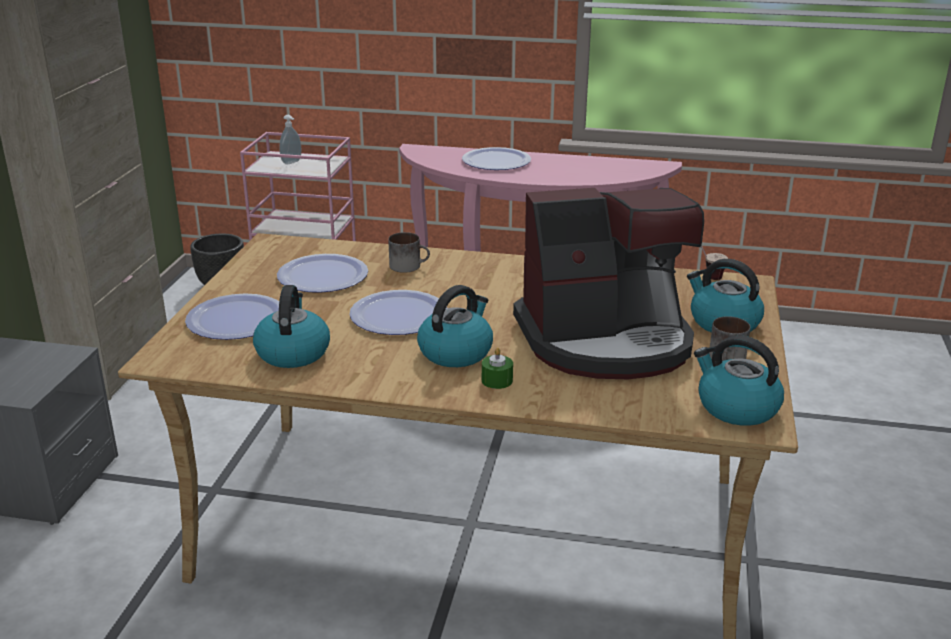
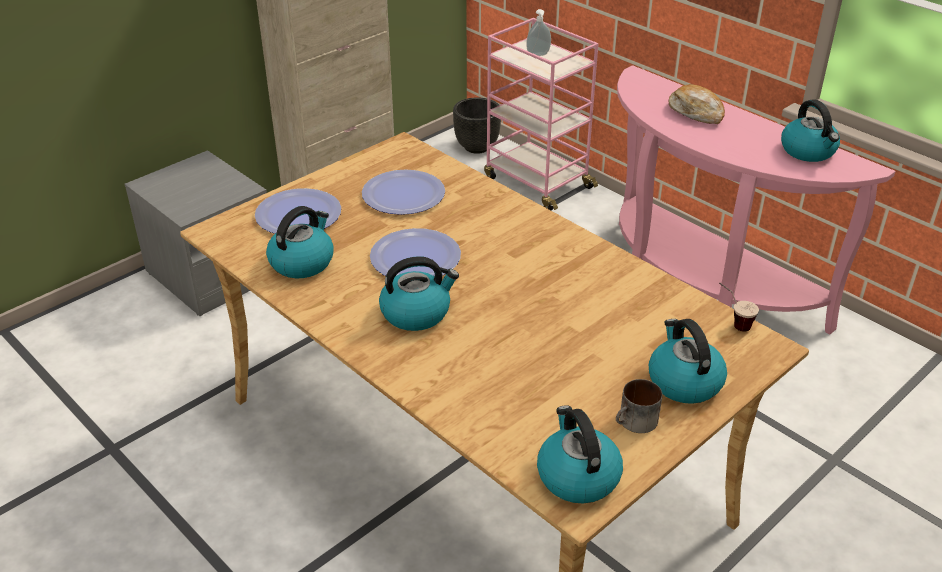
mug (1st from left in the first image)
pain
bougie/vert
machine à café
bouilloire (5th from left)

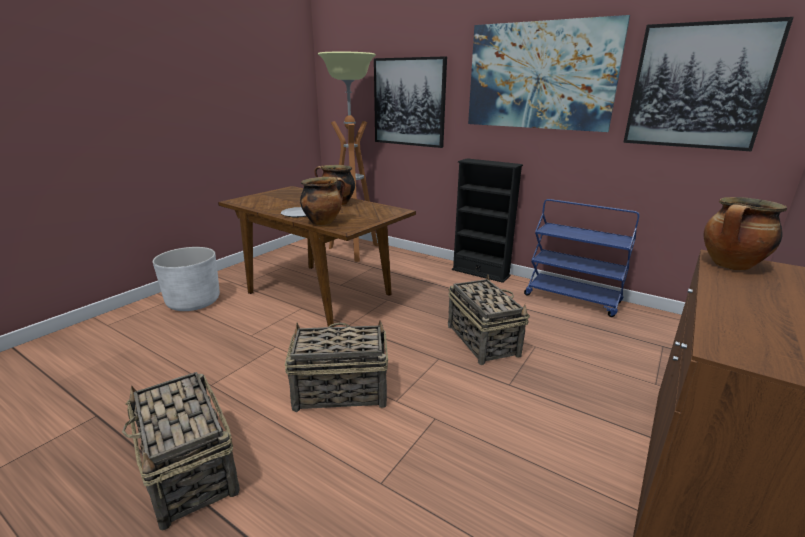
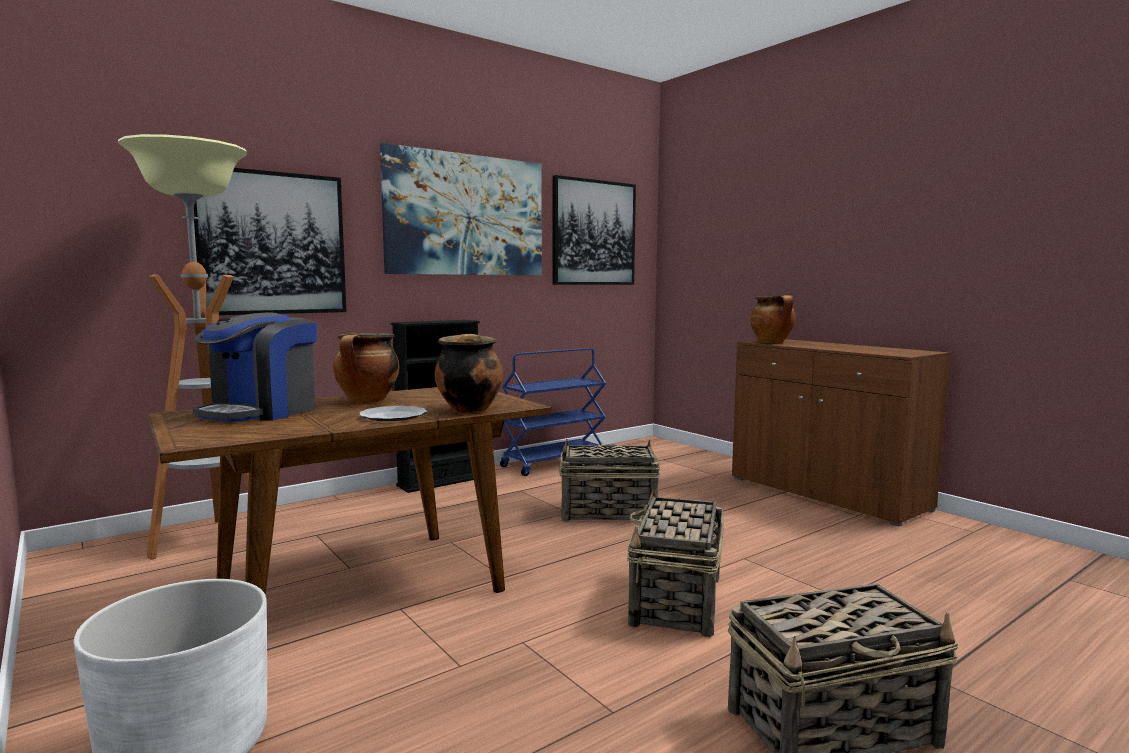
machine à café

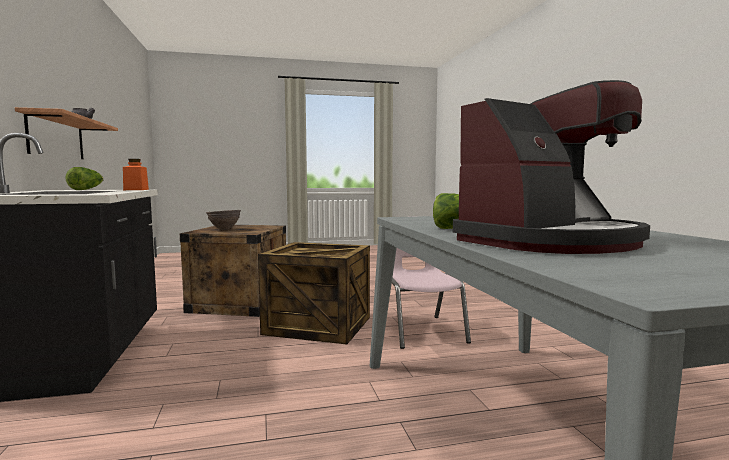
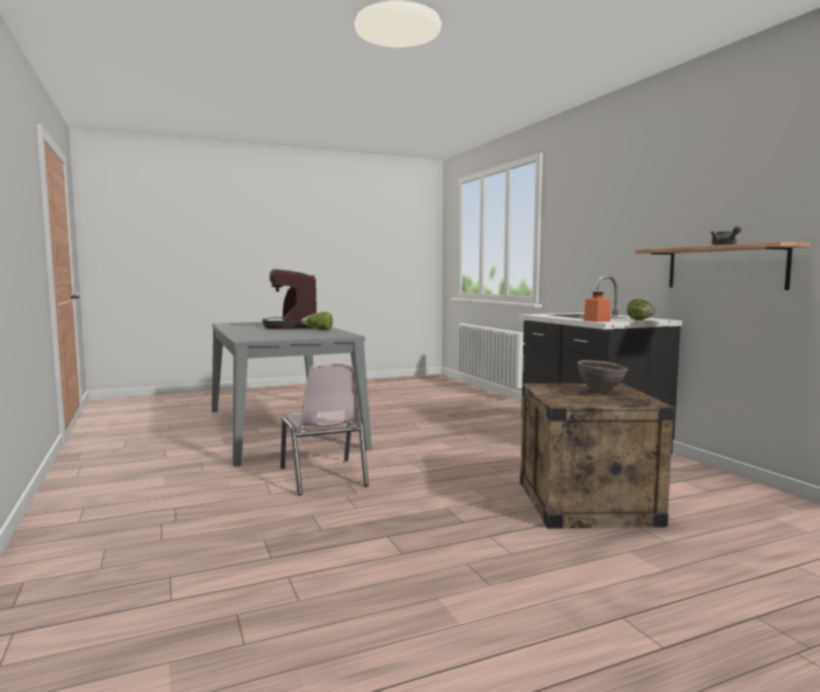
caisse (2nd from left in the first image)
machine à café

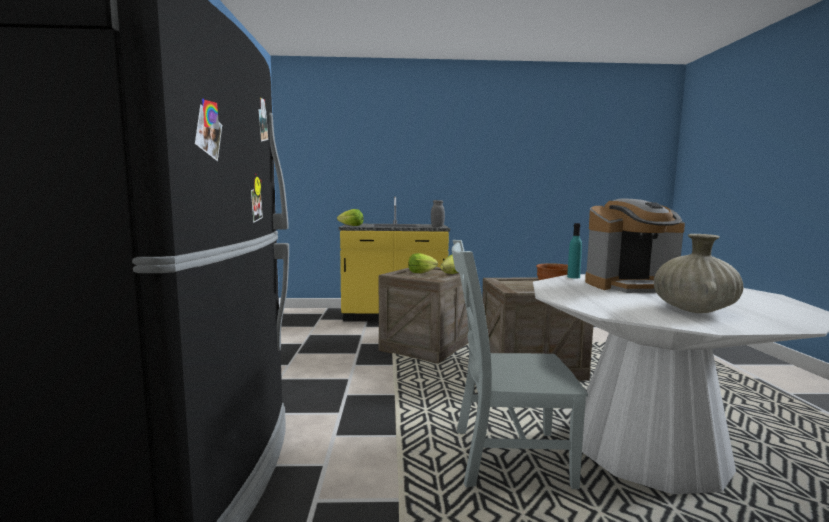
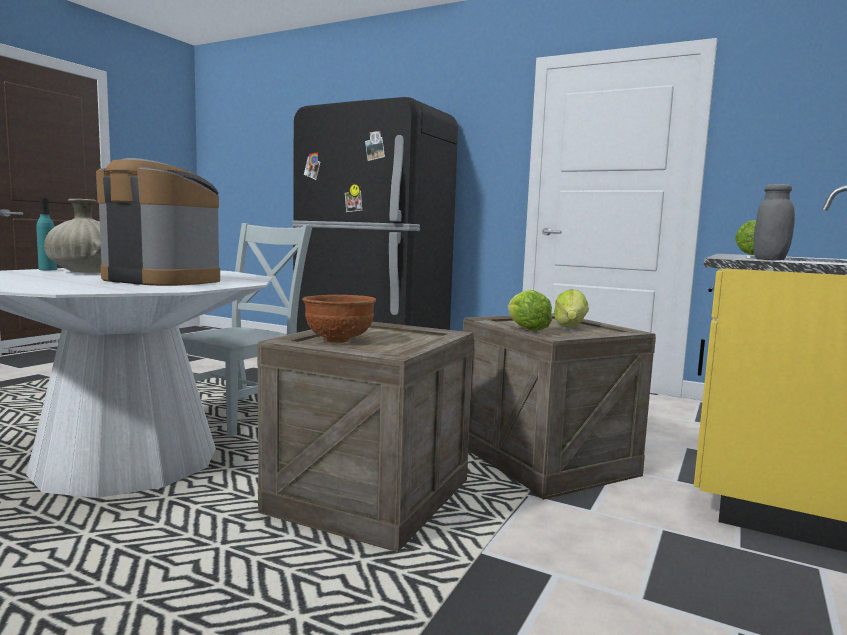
bouteille/turquoise
machine à café

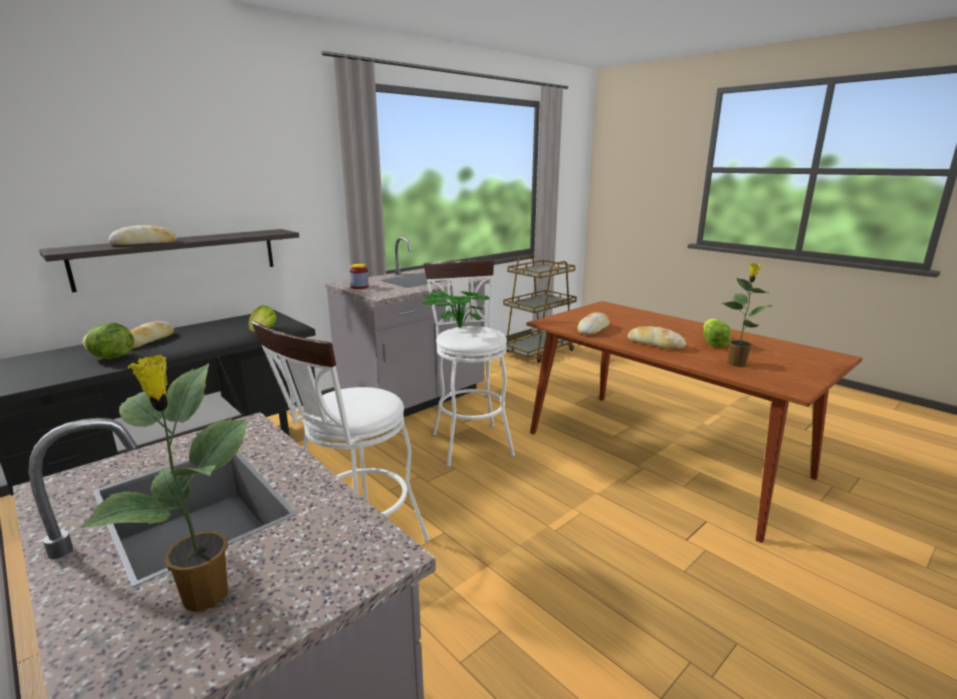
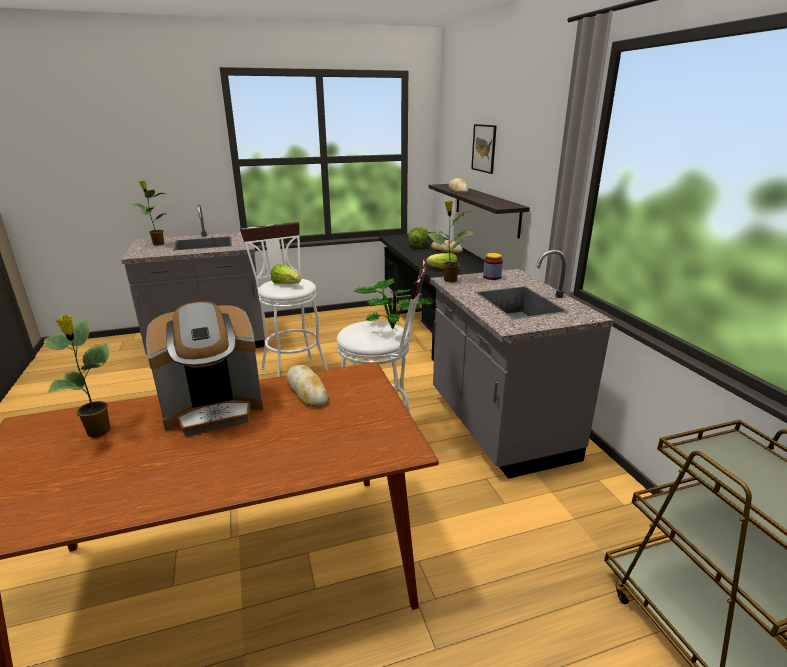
machine à café
laitue (1st from left)
plante en pot (4th from left)
tableau

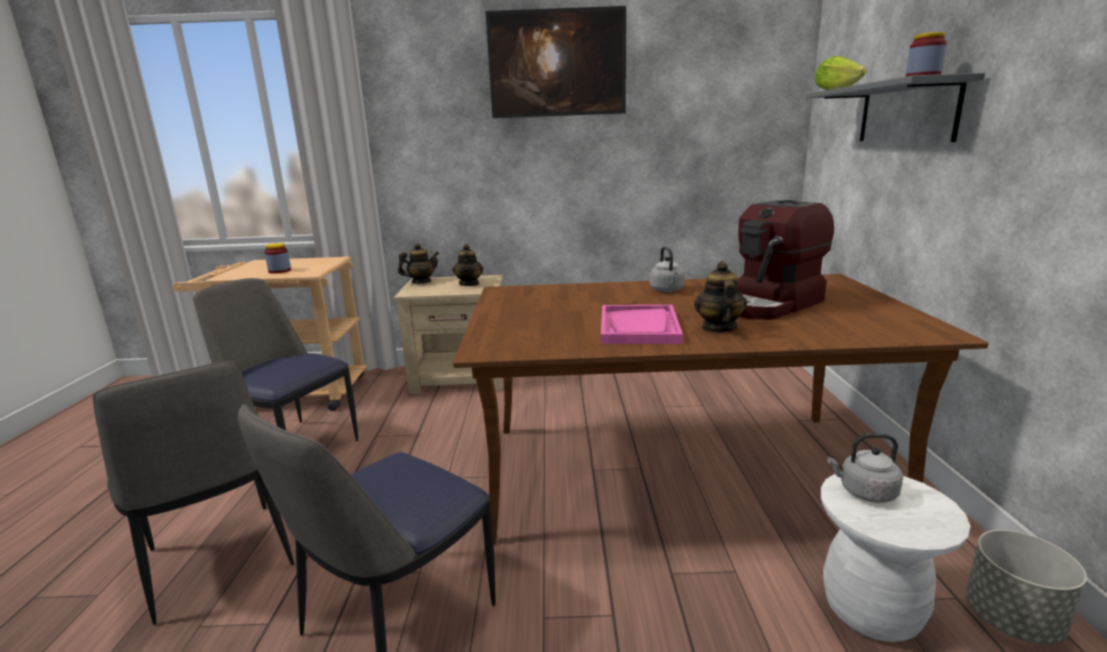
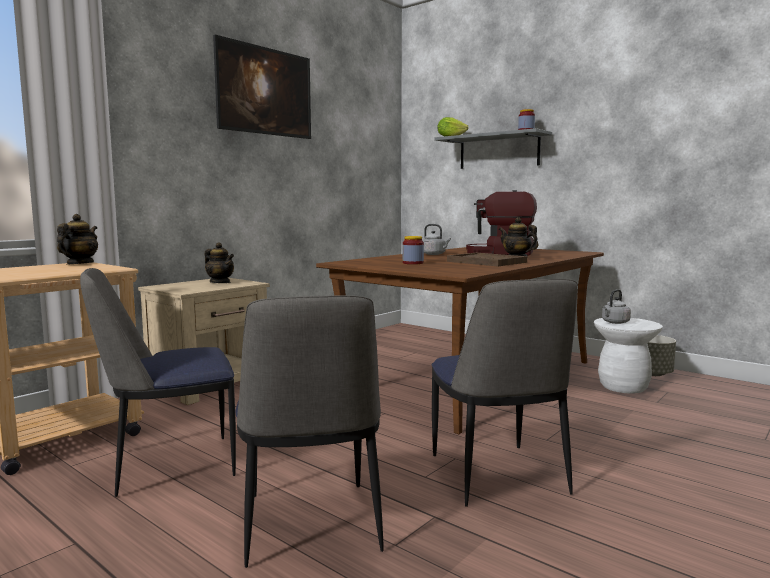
chaise (2nd from left)
bocal (1st from left)
théière (1st from left)
plateau/marron
machine à café

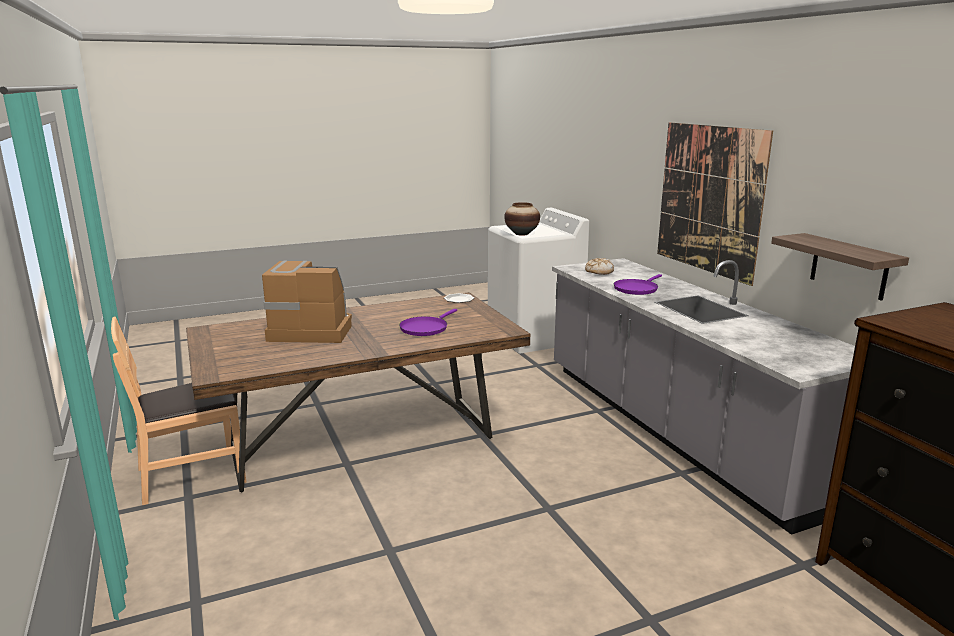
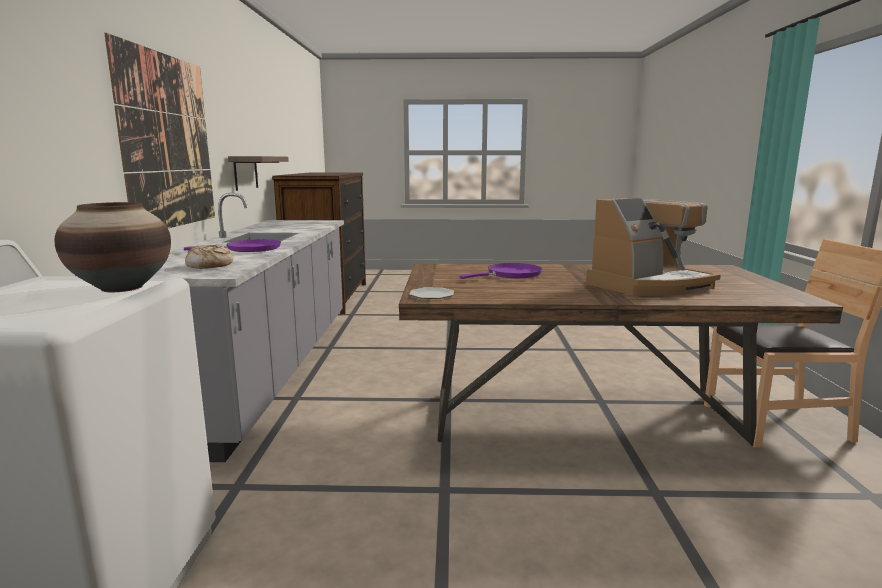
machine à café

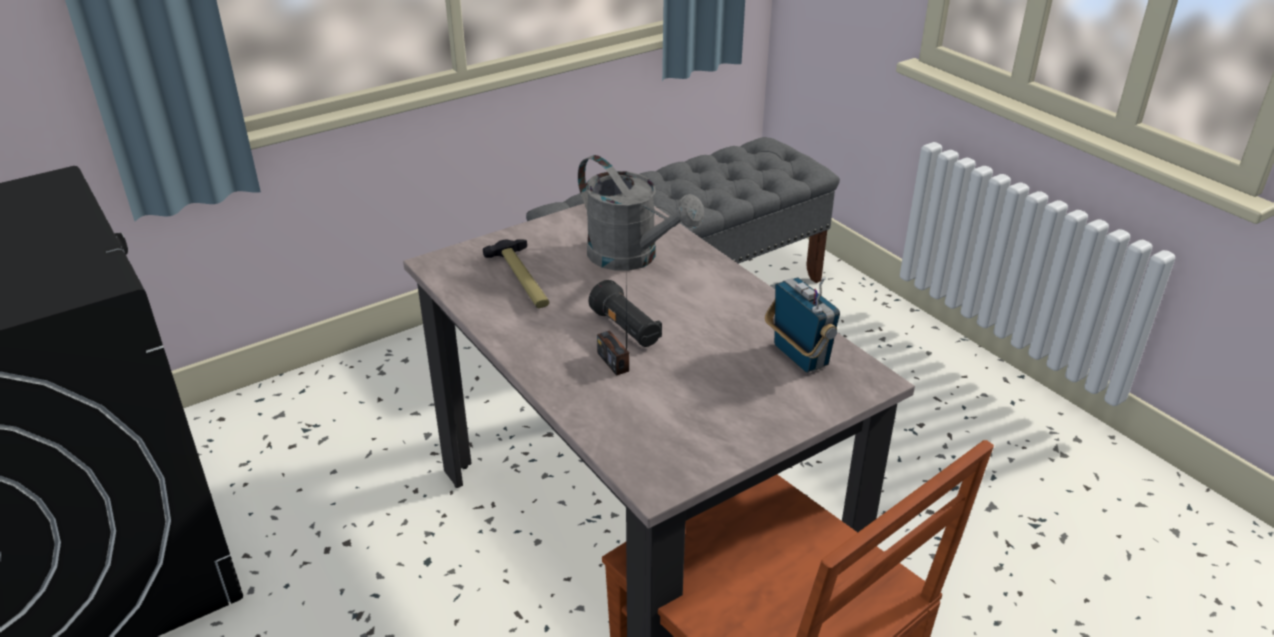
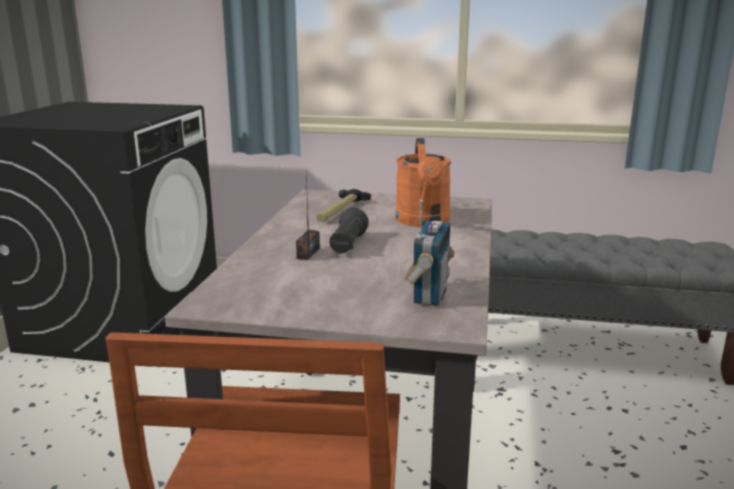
arrosoir/orange

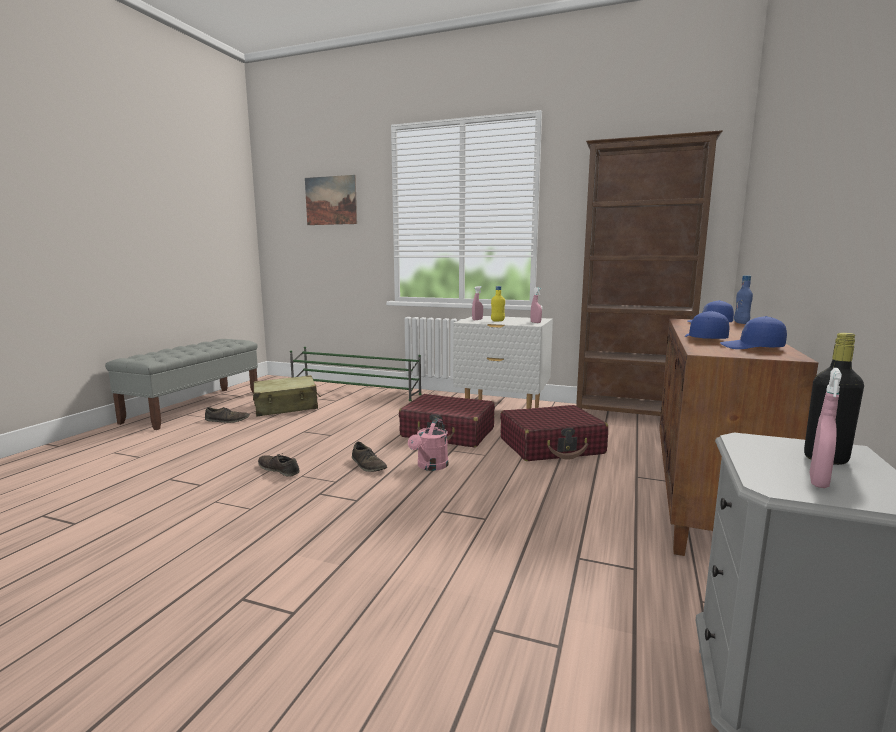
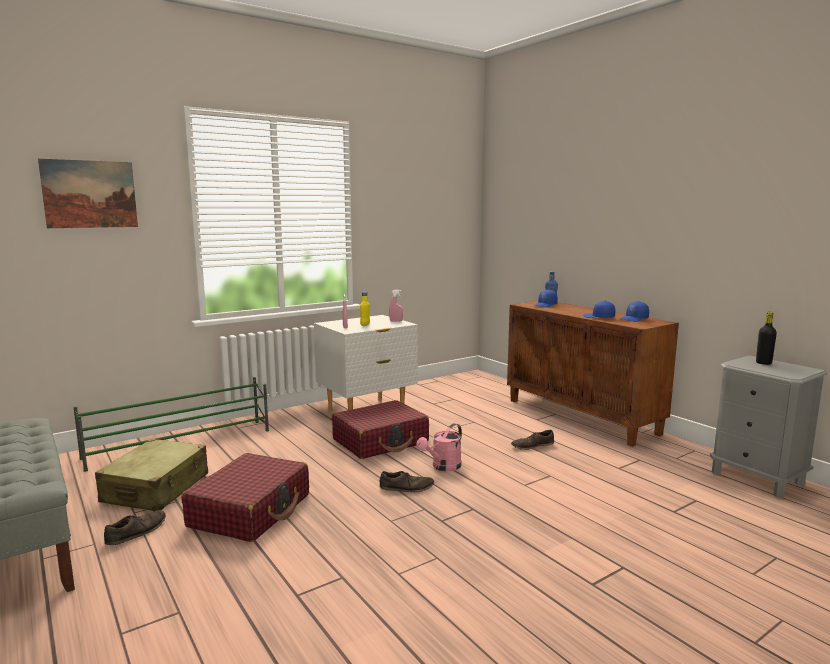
chaussure/marron (3rd from left)
arrosoir/rose
valise/rouge (1st from left)
bibliothèque/marron
vaporisateur/rose (3rd from left in the first image)

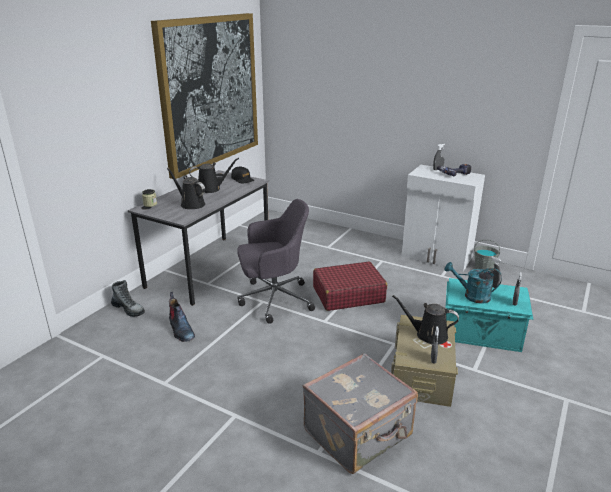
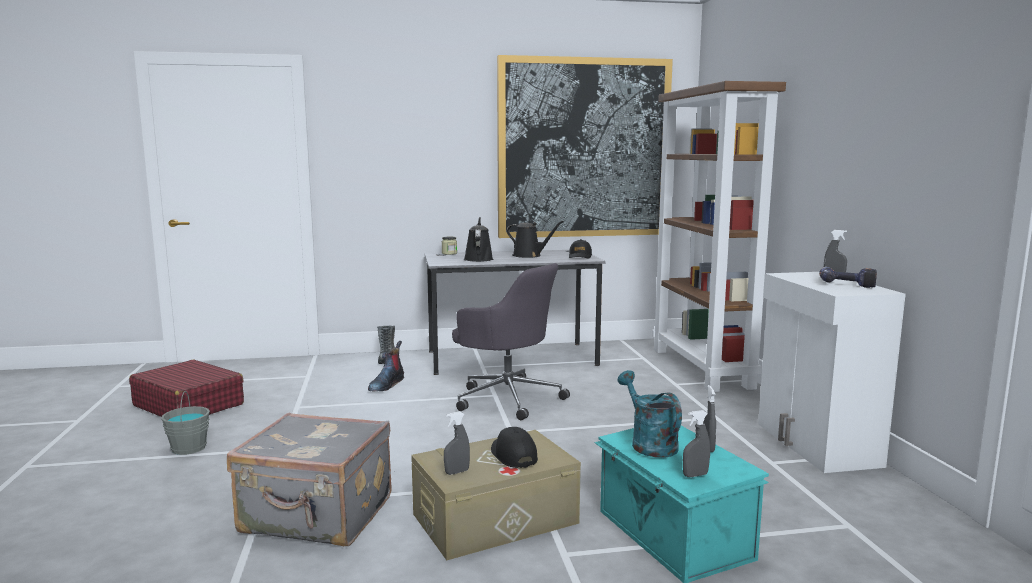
valise/rouge
casquette/noir (1st from left)
seau/gris
bibliothèque/marron

